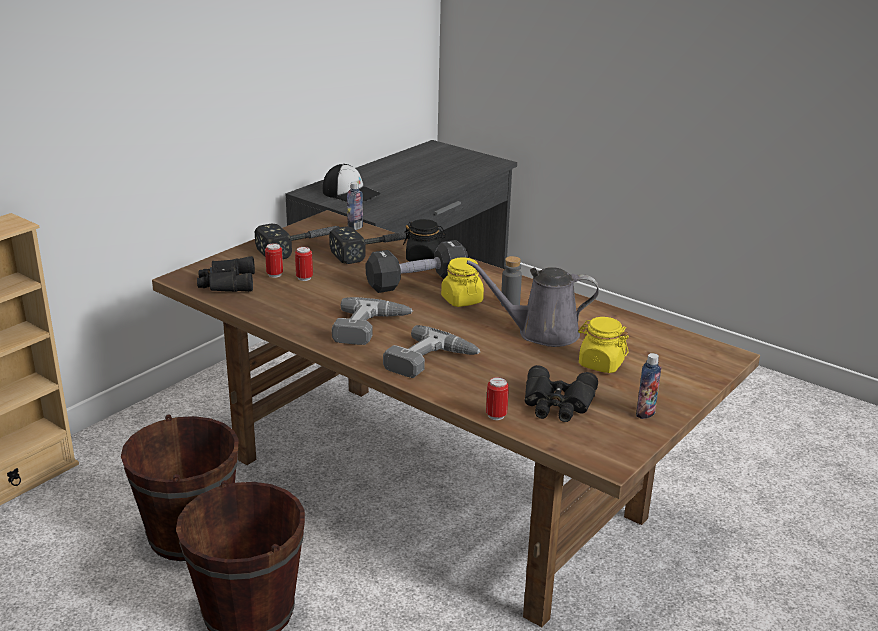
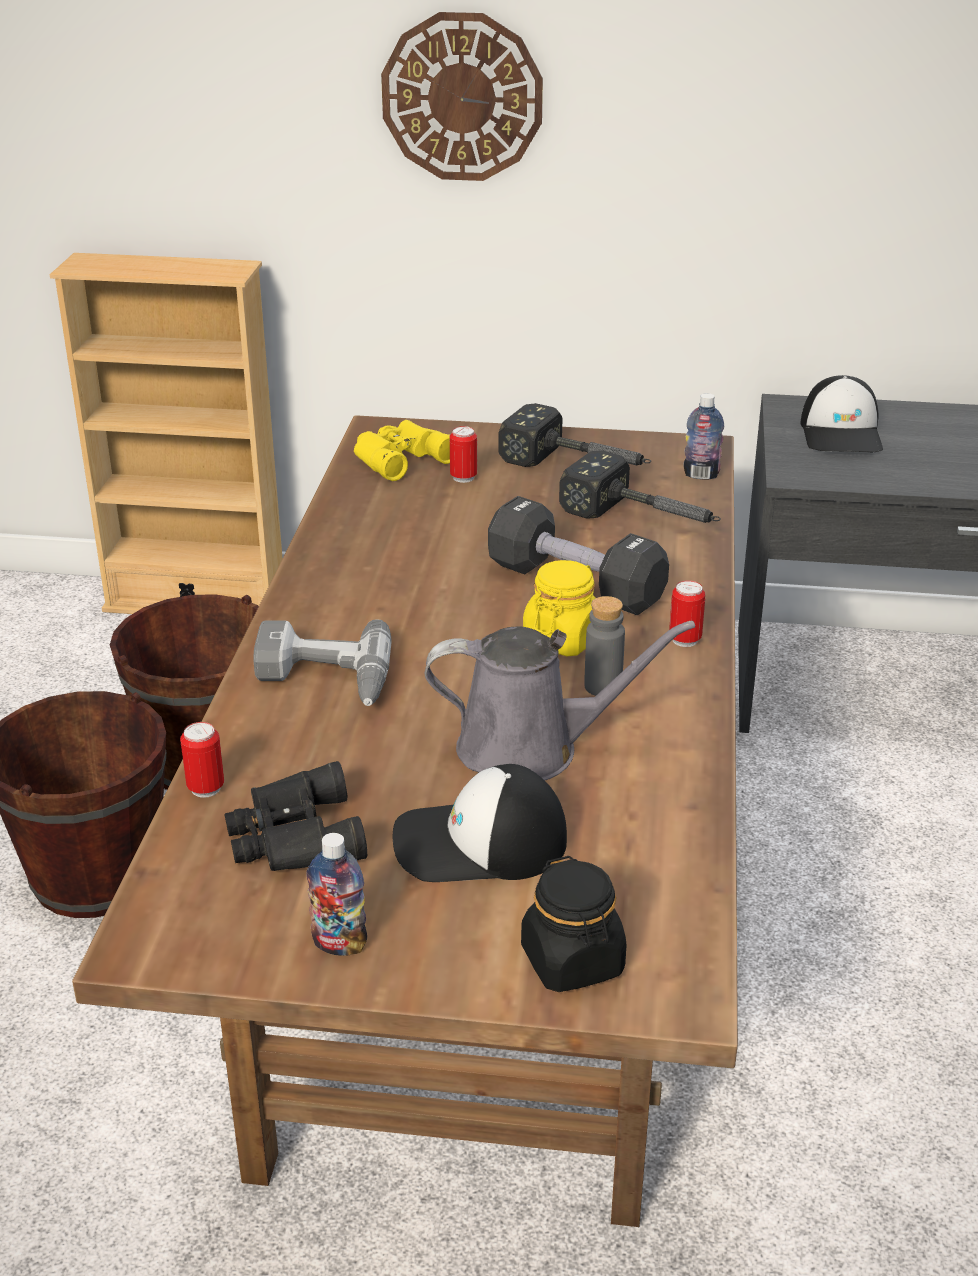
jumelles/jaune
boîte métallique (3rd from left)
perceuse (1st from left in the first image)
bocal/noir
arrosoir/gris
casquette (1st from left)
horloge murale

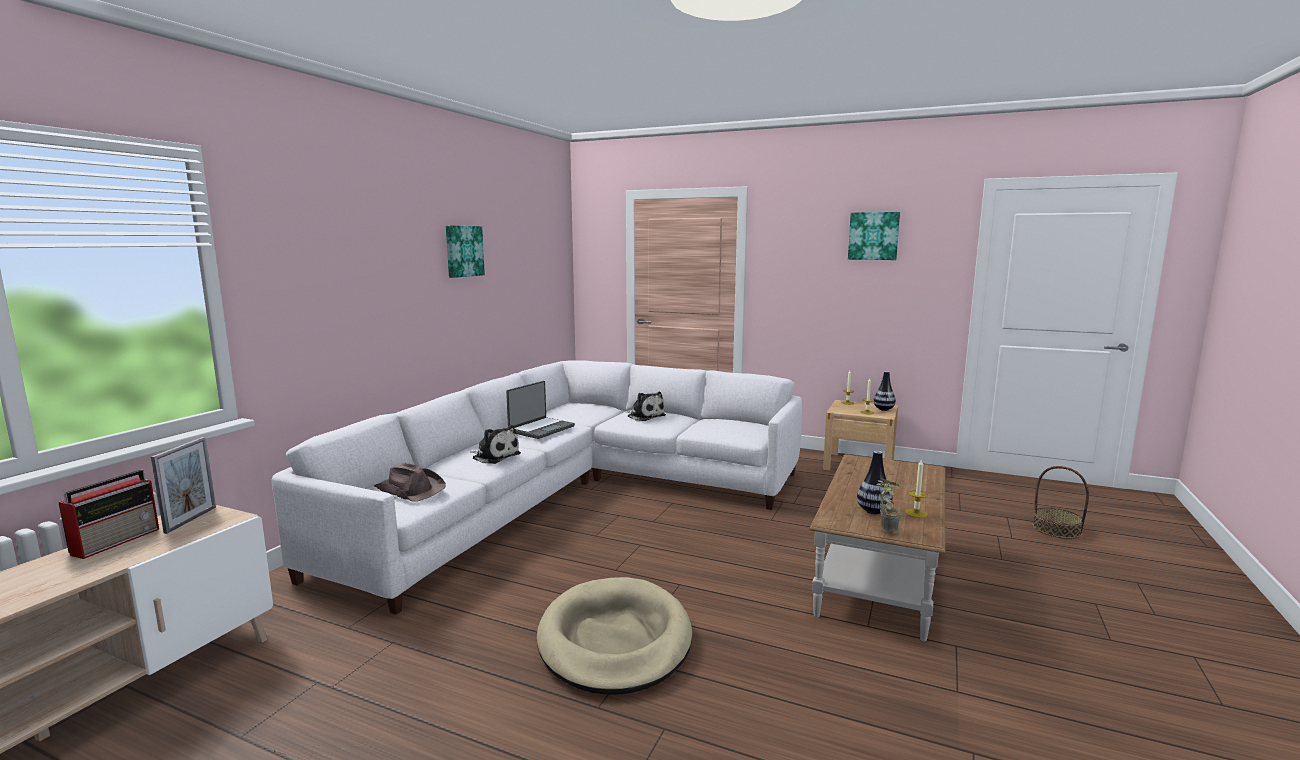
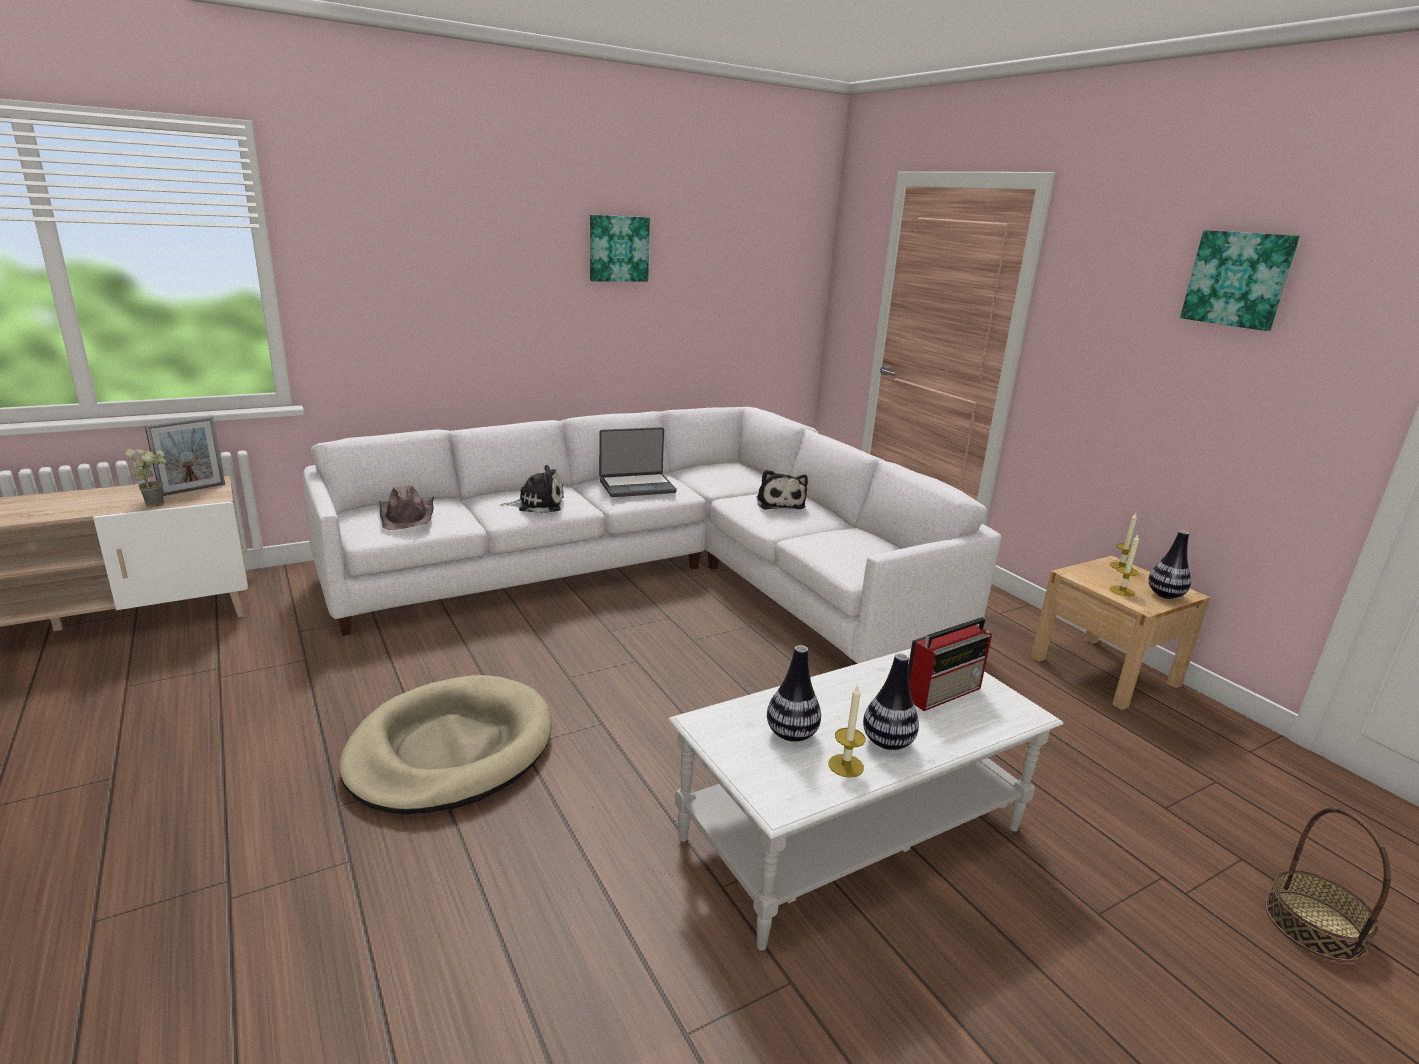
radio
peluche (1st from left)
table basse/blanc
plante en pot
vase (2nd from left)

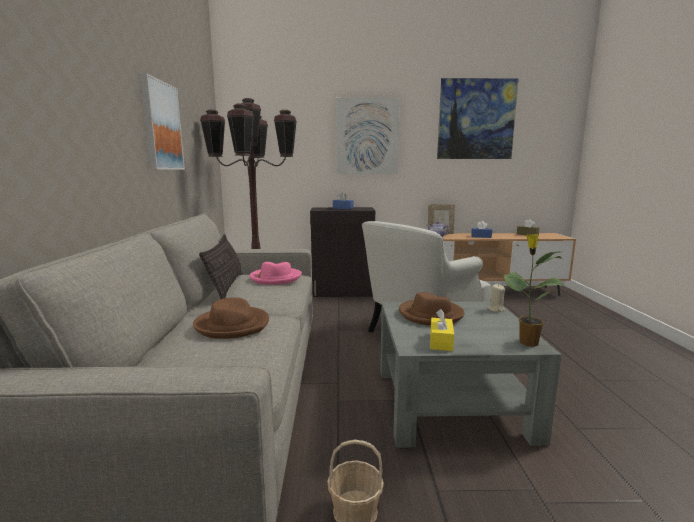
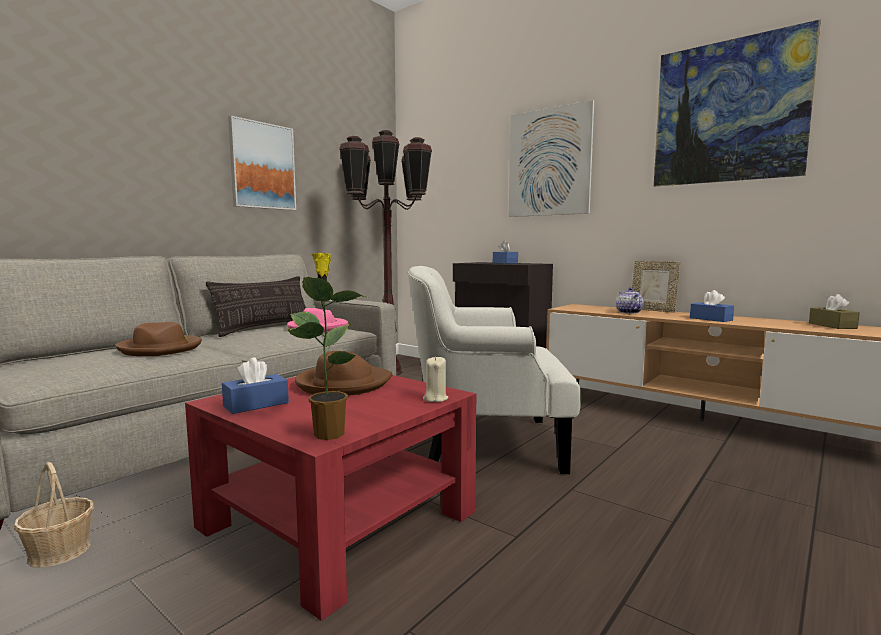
table basse/rouge
boîte à mouchoirs/bleu (1st from left)

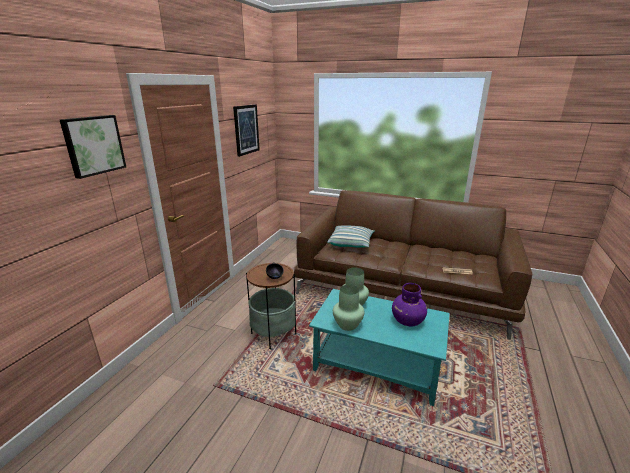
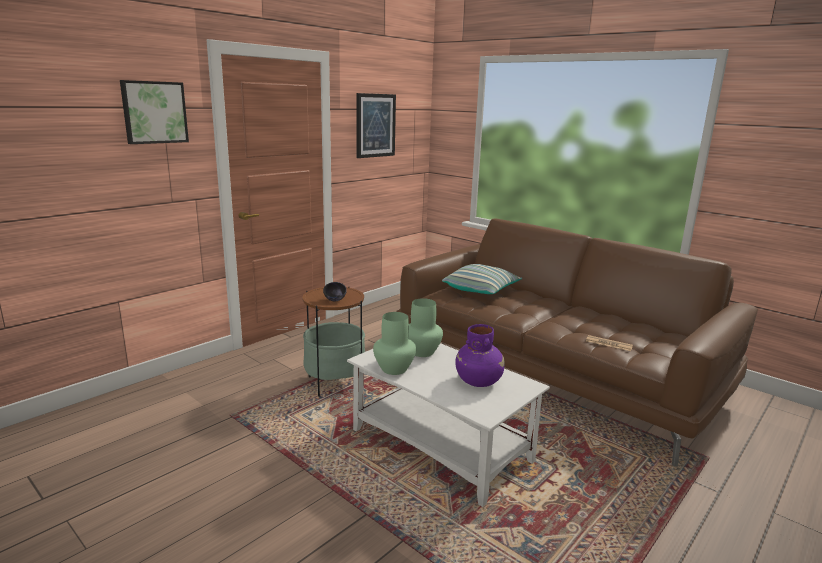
table basse/blanc

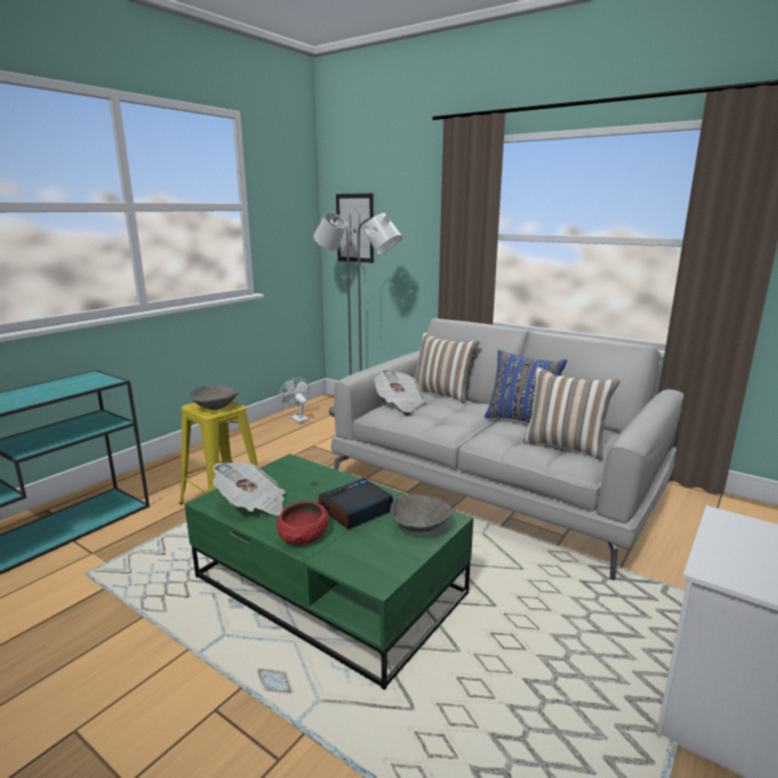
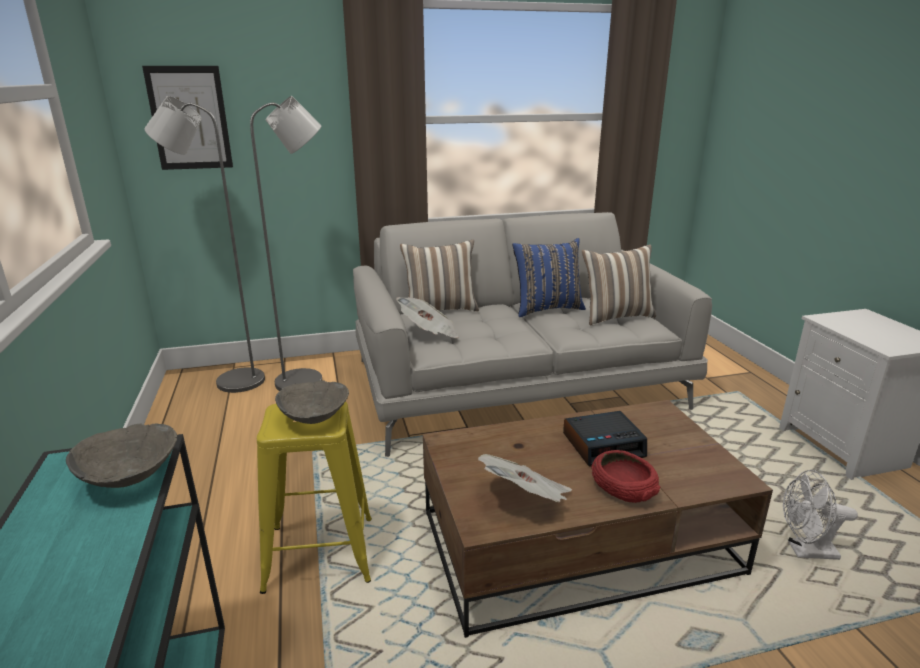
table basse/marron
ventilateur/blanc
réveil
bol/gris (1st from left)

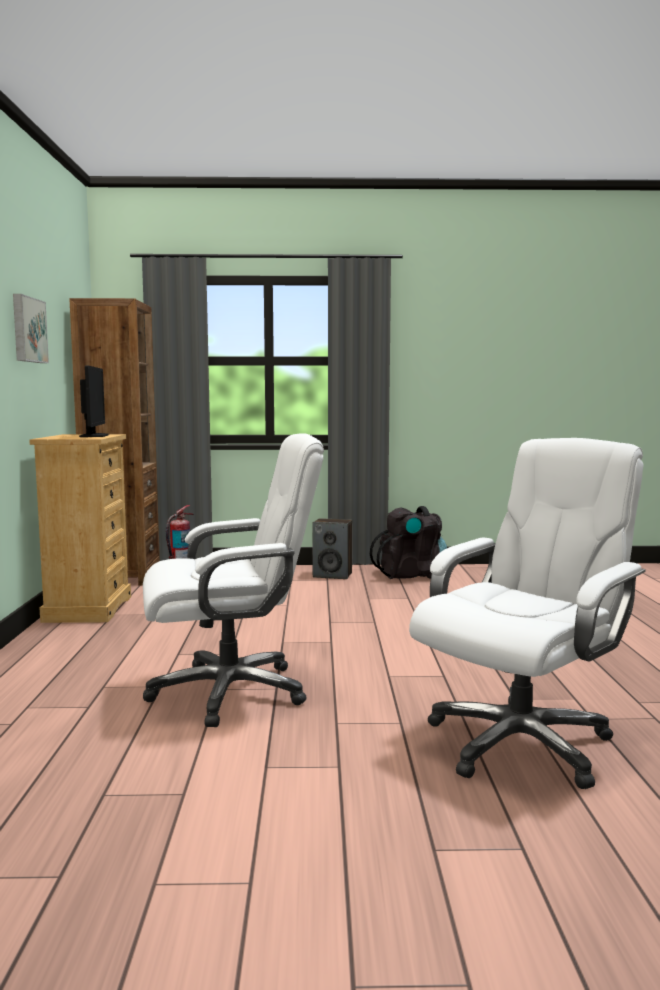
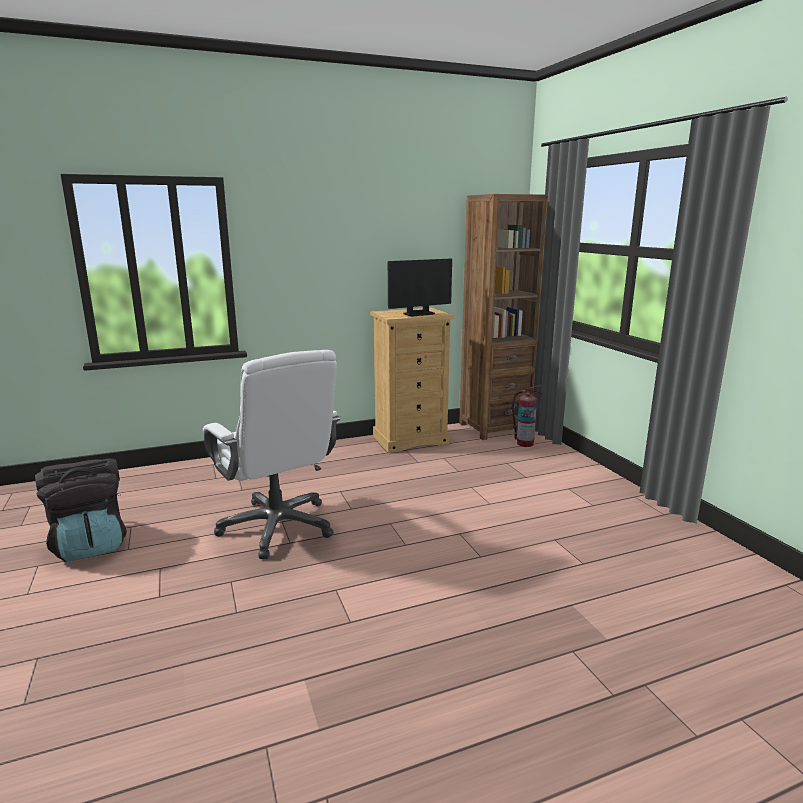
tableau
enceinte
sac à dos/noir
chaise de bureau/blanc (2nd from left in the first image)

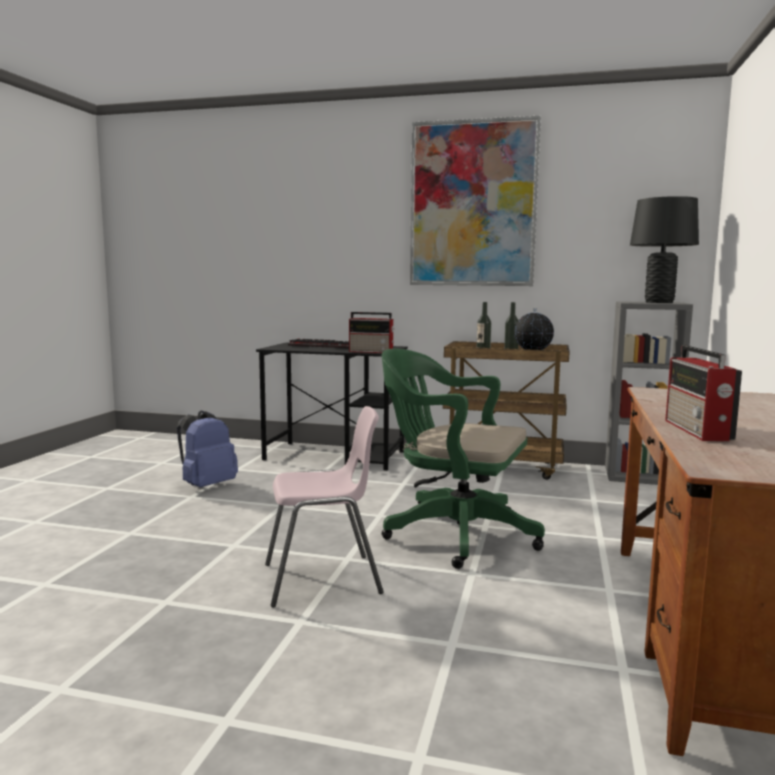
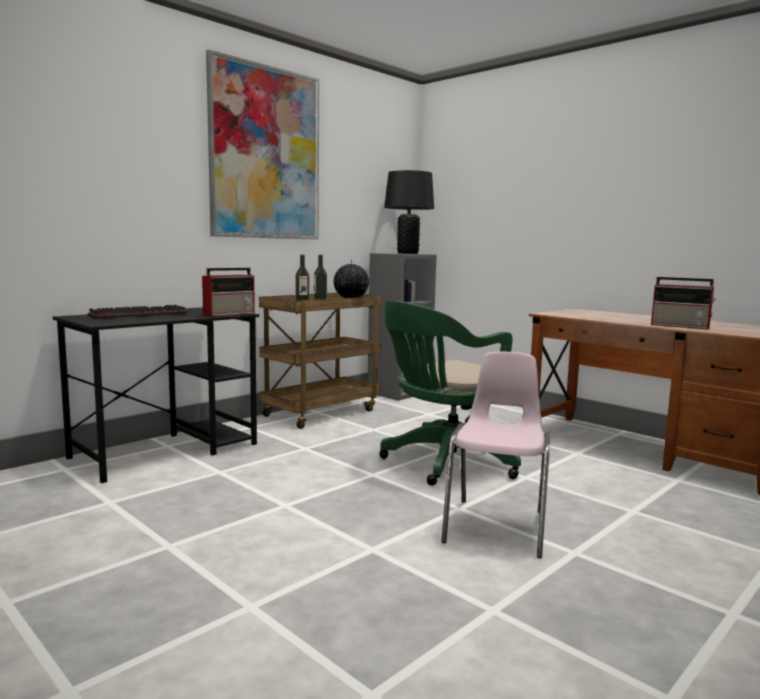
sac à dos/bleu

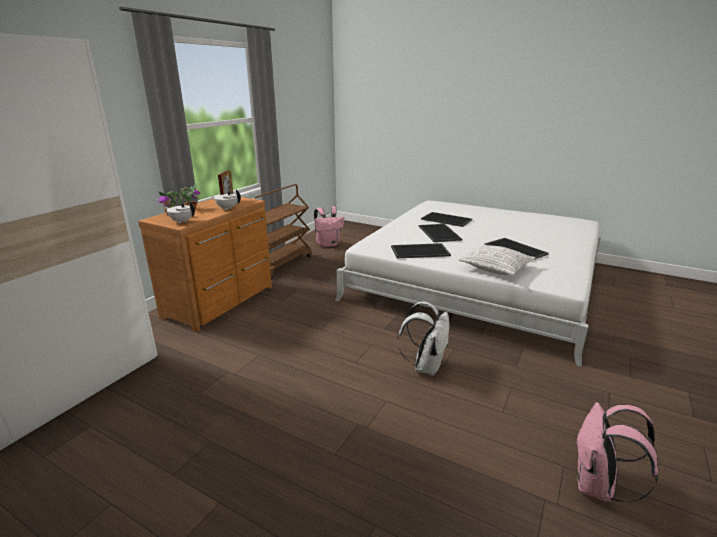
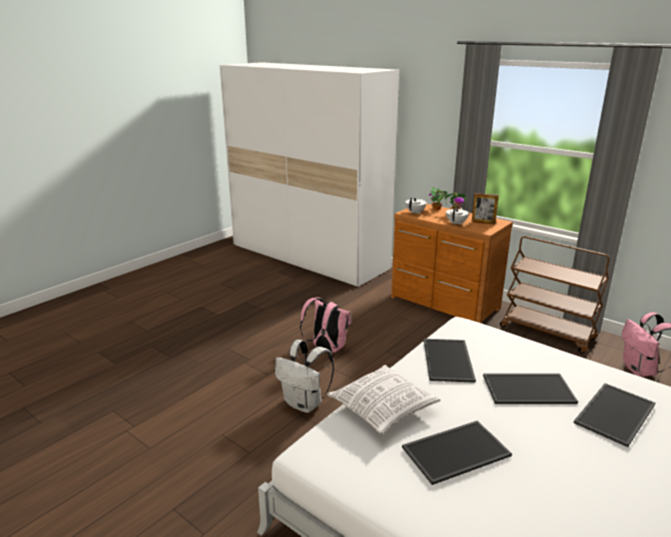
sac à dos/rose (1st from left)

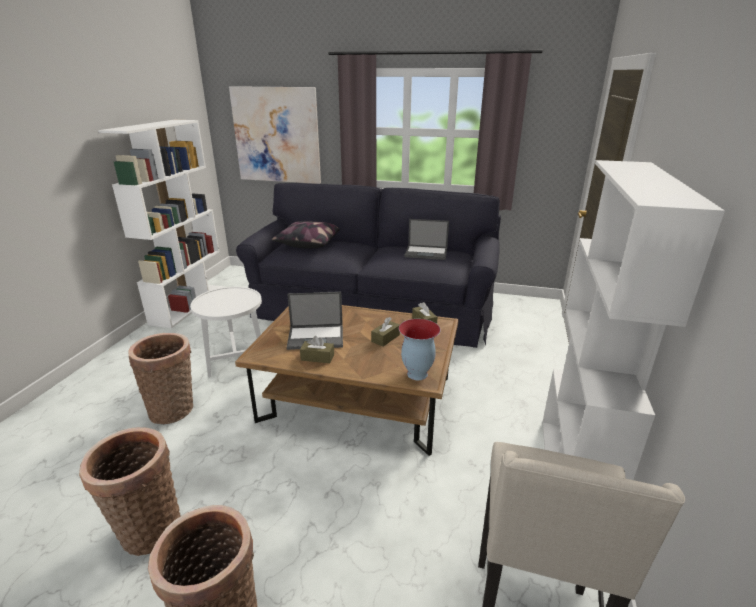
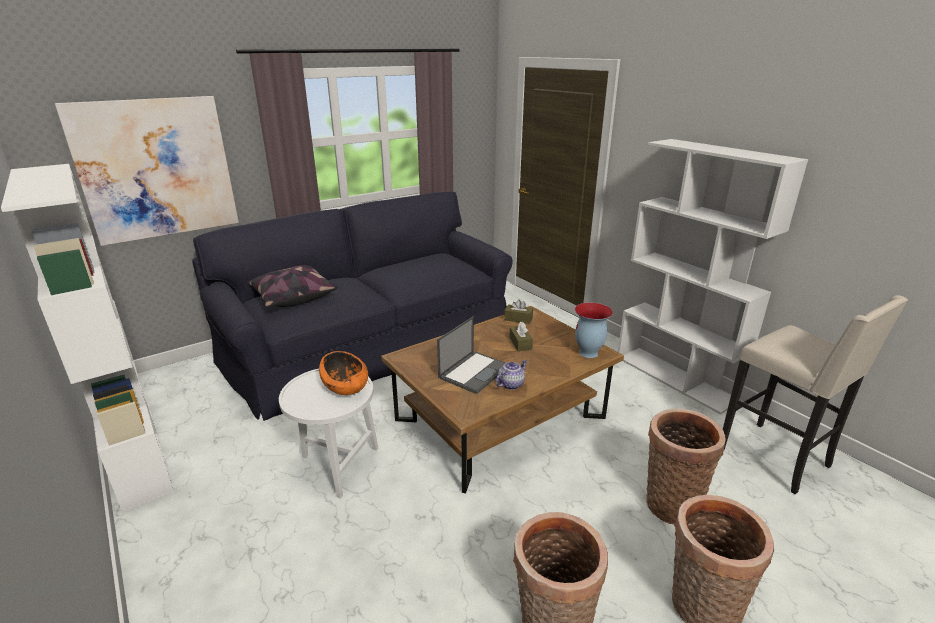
panier (2nd from left)
théière
ordinateur portable (2nd from left in the first image)
bol/orange

